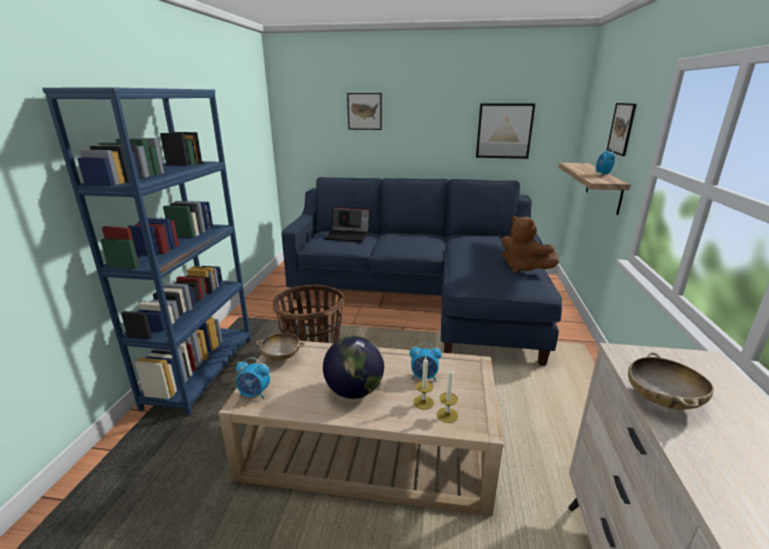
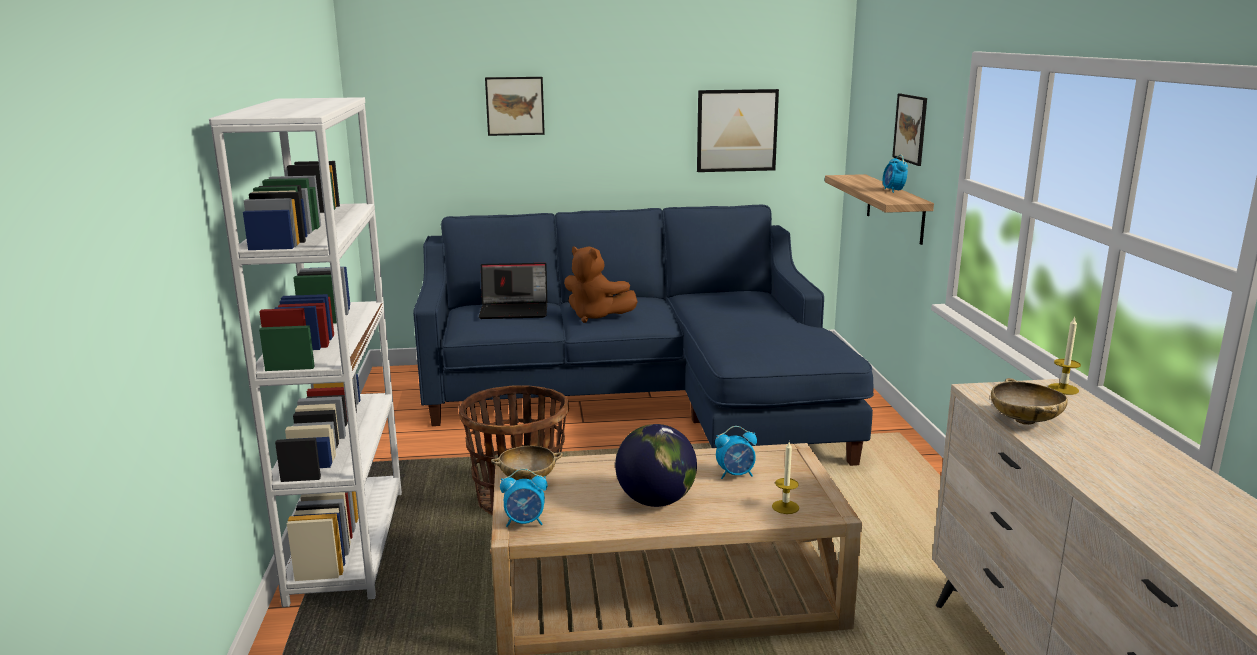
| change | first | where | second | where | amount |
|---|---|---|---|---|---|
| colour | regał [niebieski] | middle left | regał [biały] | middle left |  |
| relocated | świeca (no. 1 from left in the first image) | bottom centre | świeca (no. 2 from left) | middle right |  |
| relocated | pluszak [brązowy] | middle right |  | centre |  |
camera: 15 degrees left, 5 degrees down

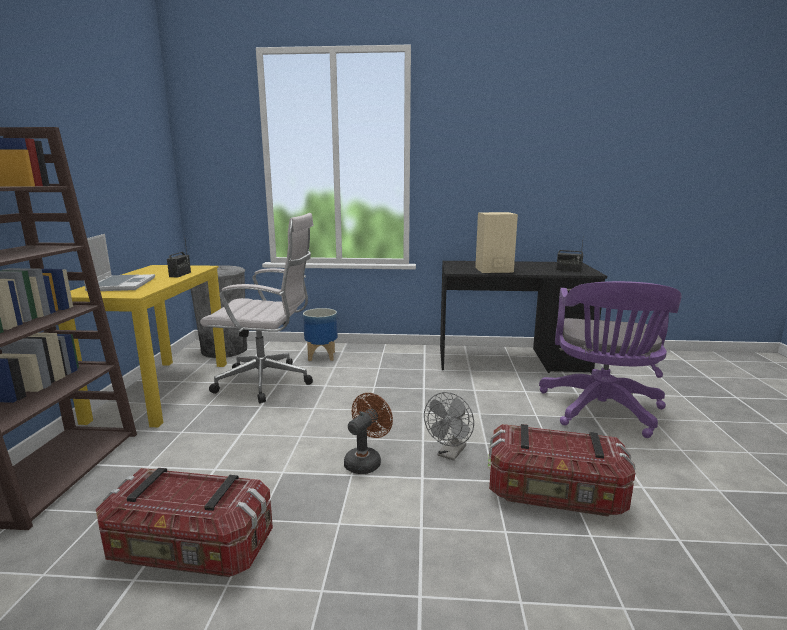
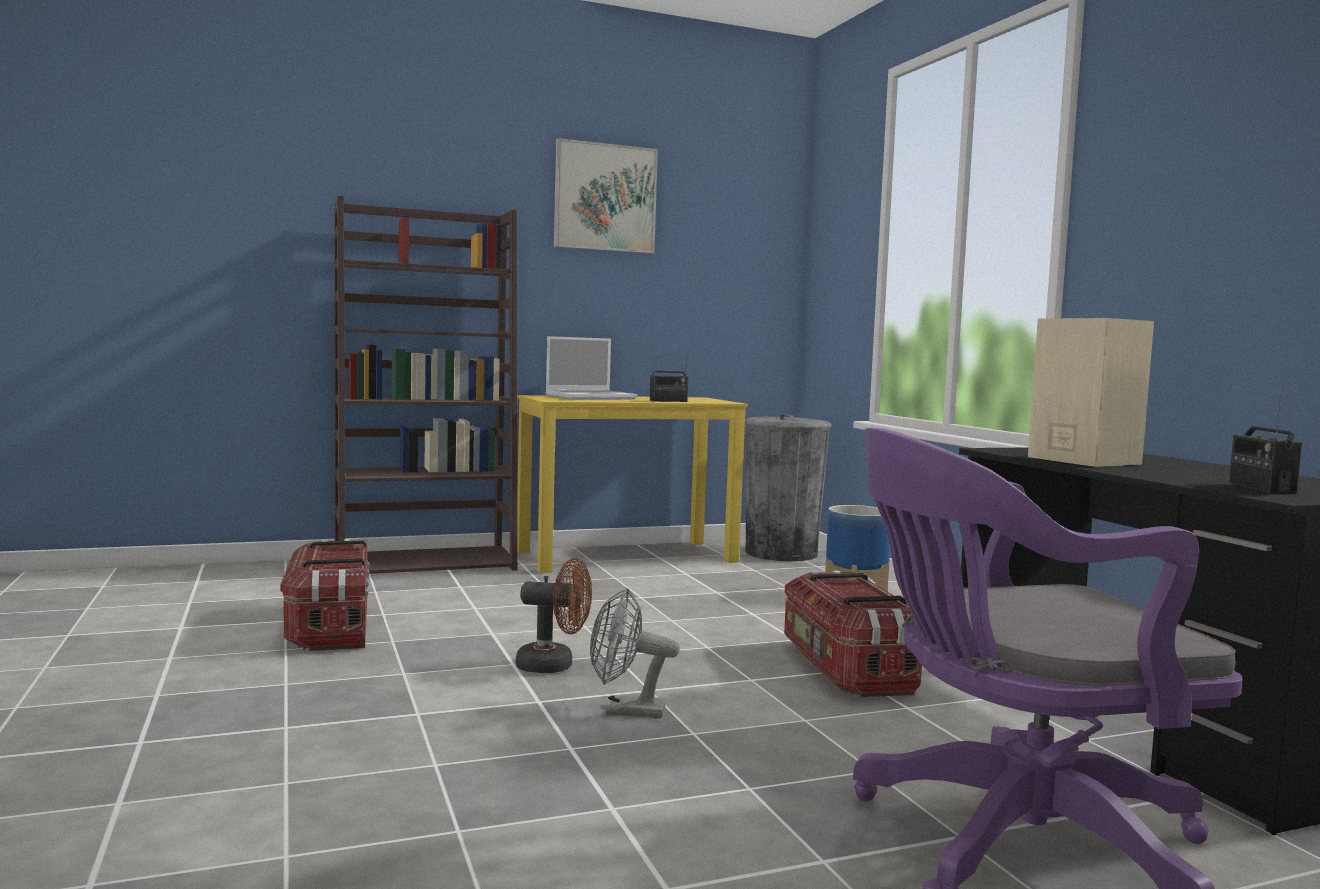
| change | first | where | second | where | amount |
|---|---|---|---|---|---|
| missing | krzesło biurowe [biały] | middle left |  |  |  |
| relocated | pojemnik do przechowywania (no. 2 from left) | bottom right |  | bottom centre |  |
| appeared |  |  | obraz | top centre |  |
camera: 65 degrees right, 10 degrees down

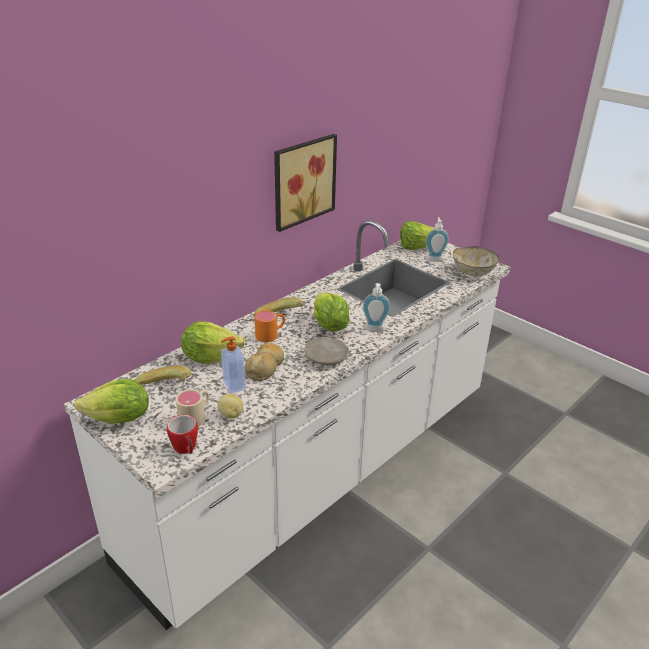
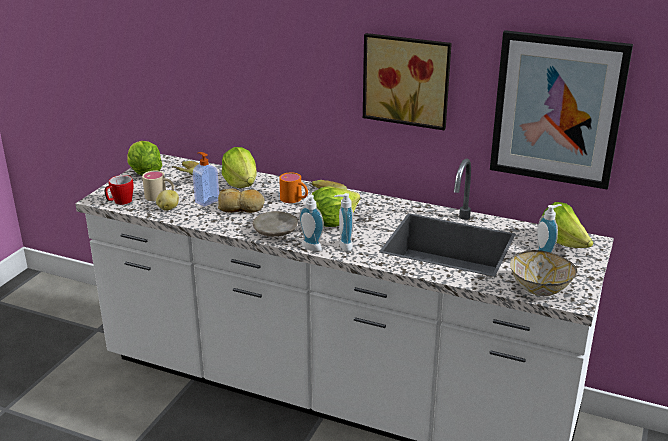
| change | first | where | second | where | amount |
|---|---|---|---|---|---|
| appeared |  |  | dozownik mydła (no. 2 from left) | centre |  |
| appeared |  |  | obraz (no. 2 from left) | top right |  |
camera: 70 degrees right, 5 degrees down

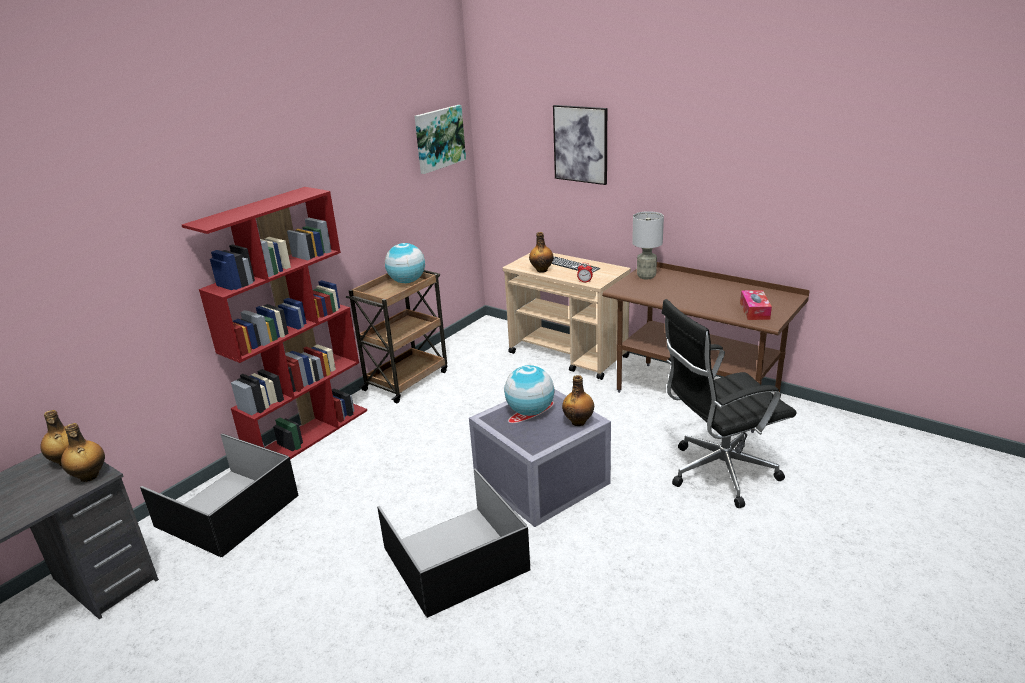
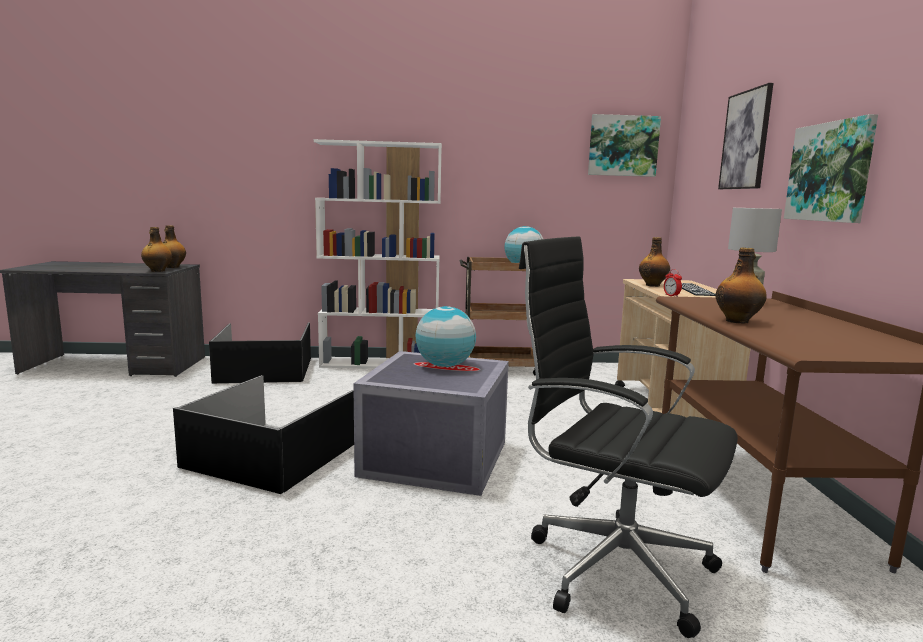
| change | first | where | second | where | amount |
|---|---|---|---|---|---|
| colour | regał [czerwony] | middle left | regał [biały] | centre |  |
| relocated | butelka (no. 4 from left) | centre |  | middle right |  |
| missing | pudełko chusteczek | middle right |  |  |  |
| appeared |  |  | obraz (no. 3 from left) | top right |  |
camera: 50 degrees right, 15 degrees down

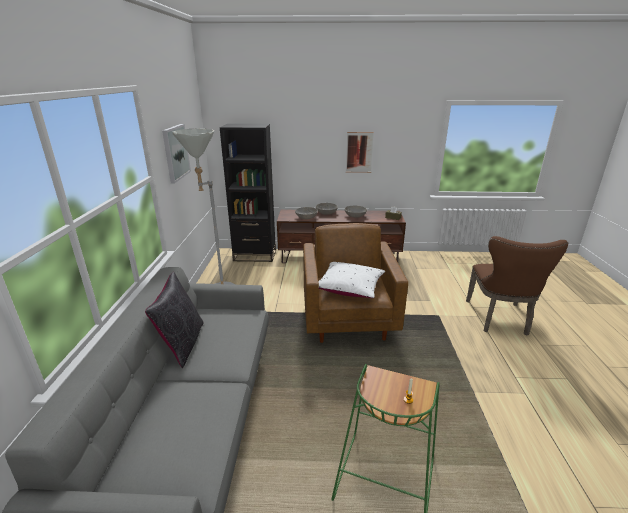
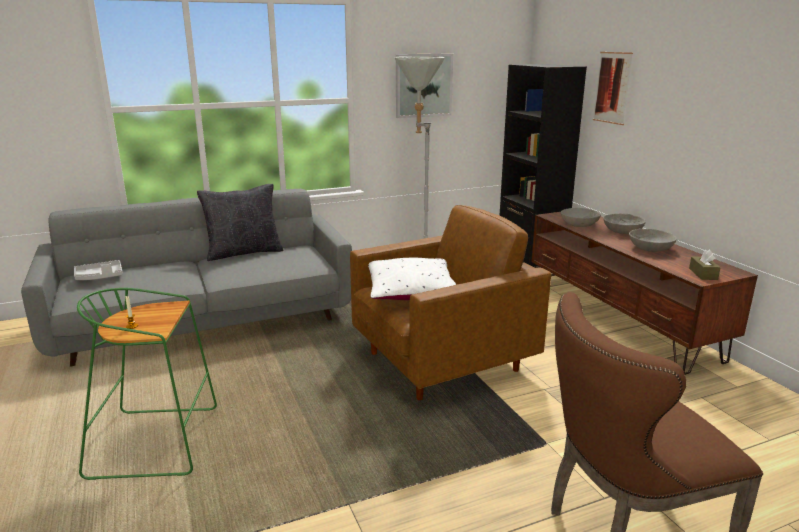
| change | first | where | second | where | amount |
|---|---|---|---|---|---|
| relocated | obraz (no. 2 from left) | top centre |  | top right |  |
| appeared |  |  | taca [szary] | middle left |  |
camera: 65 degrees right, 5 degrees down

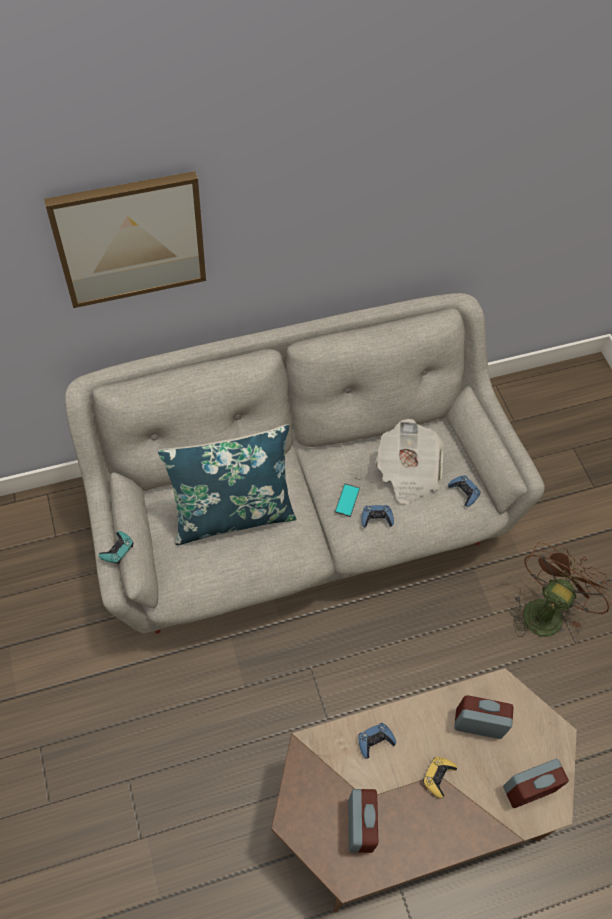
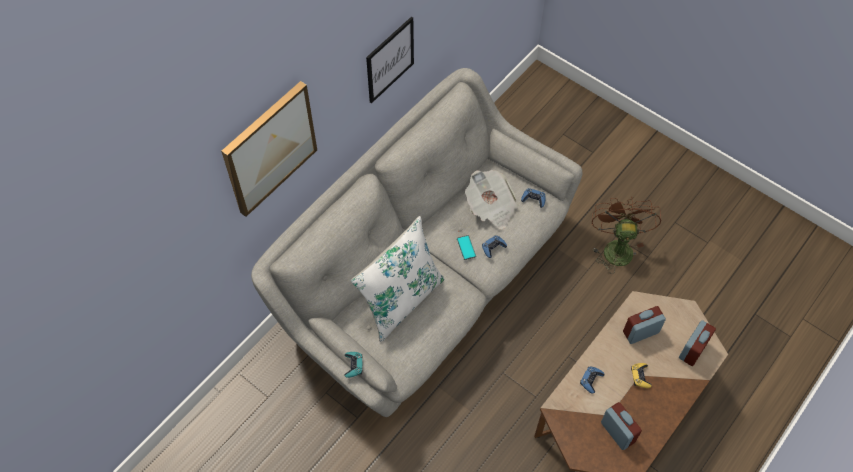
| change | first | where | second | where | amount |
|---|---|---|---|---|---|
| colour | poduszka [niebieski] | centre | poduszka [biały] | centre |  |
| appeared |  |  | obraz (no. 2 from left) | top centre |  |
camera: 30 degrees left, 0 degrees up

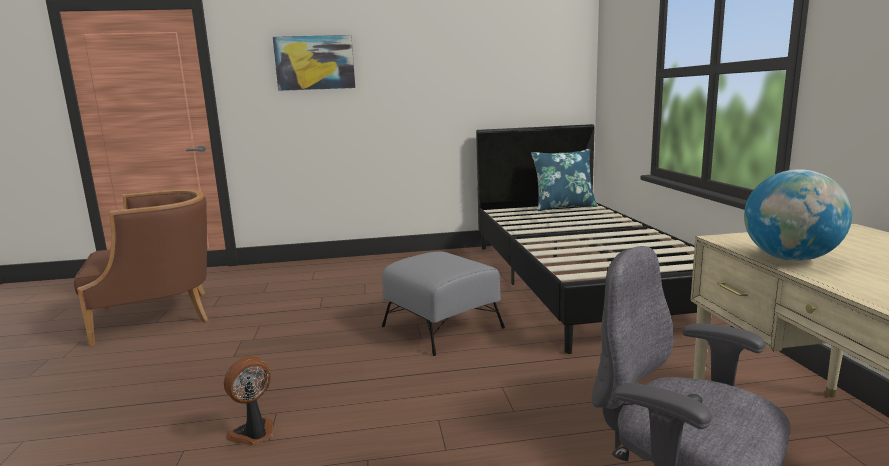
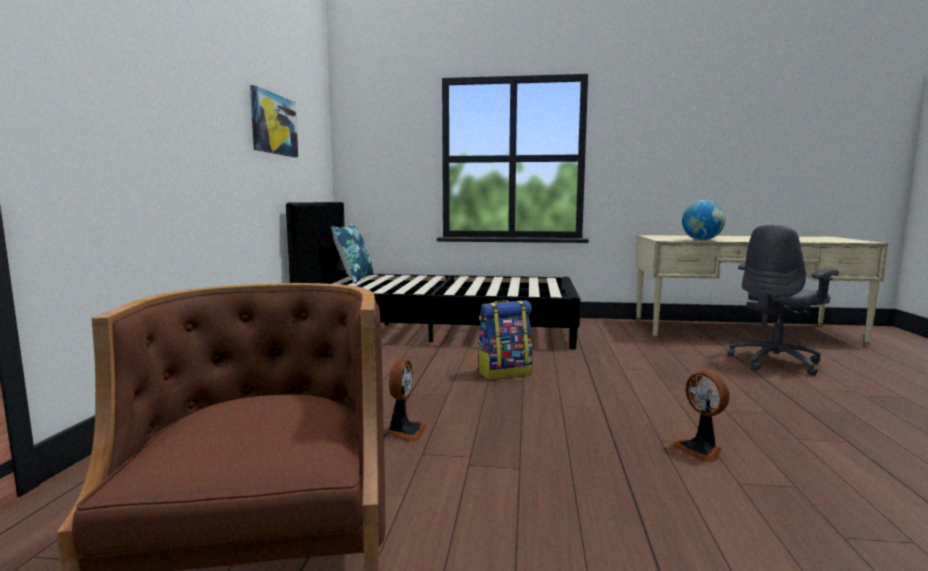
| change | first | where | second | where | amount |
|---|---|---|---|---|---|
| relocated | obraz | top centre |  | top left |  |
| exchanged | pufa [szary] | centre | plecak | centre |  |
| appeared |  |  | wentylator (no. 1 from left) | bottom centre |  |
camera: 75 degrees left, 5 degrees down

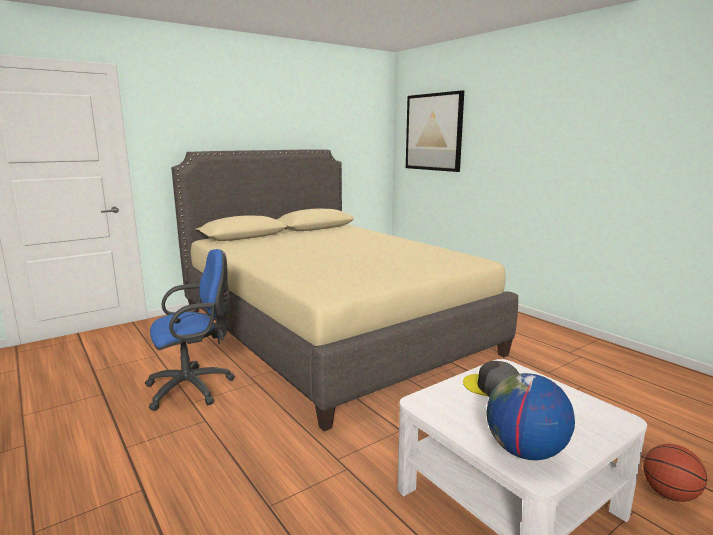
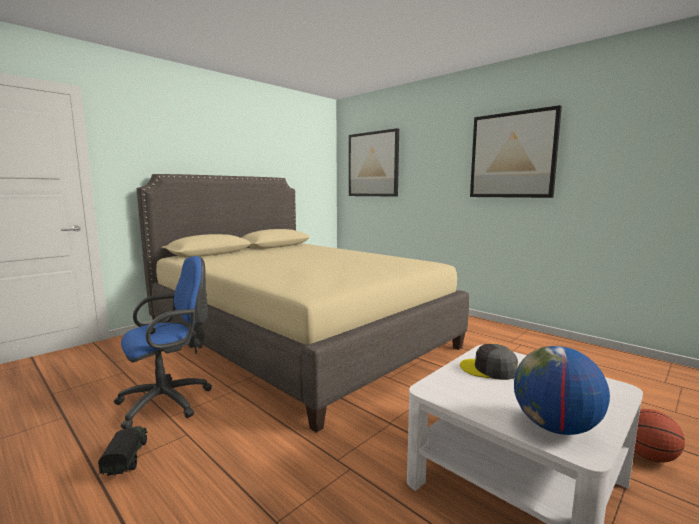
| change | first | where | second | where | amount |
|---|---|---|---|---|---|
| appeared |  |  | ciężarówka zabawkowa | bottom left |  |
| appeared |  |  | obraz (no. 2 from left) | top right |  |
camera: 10 degrees left, 5 degrees down

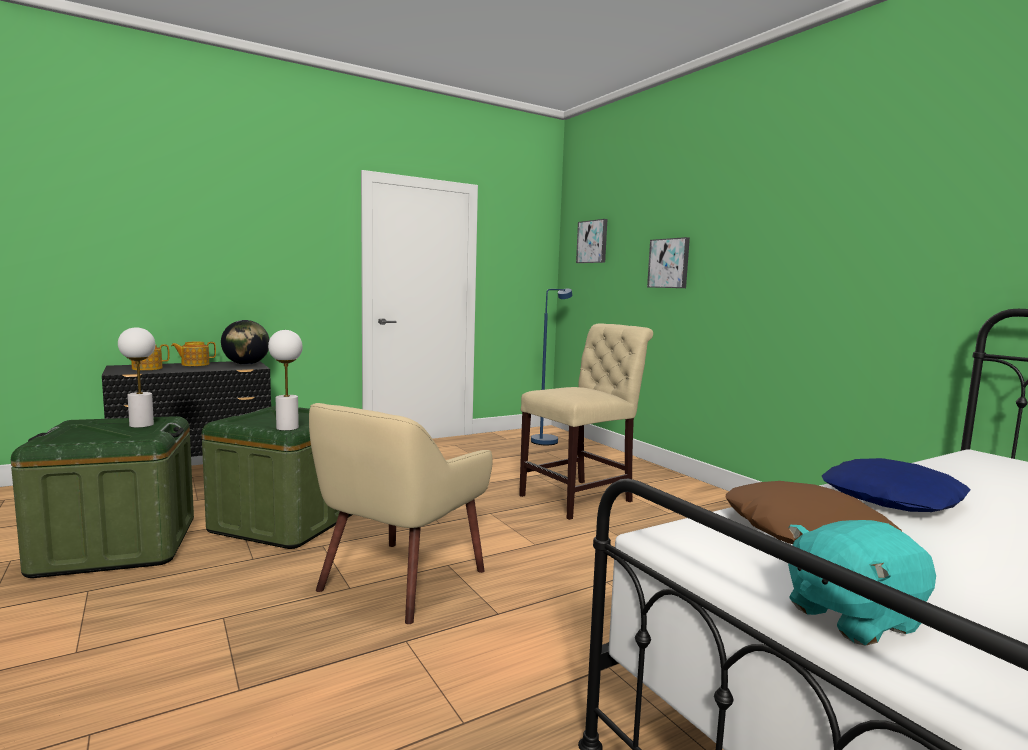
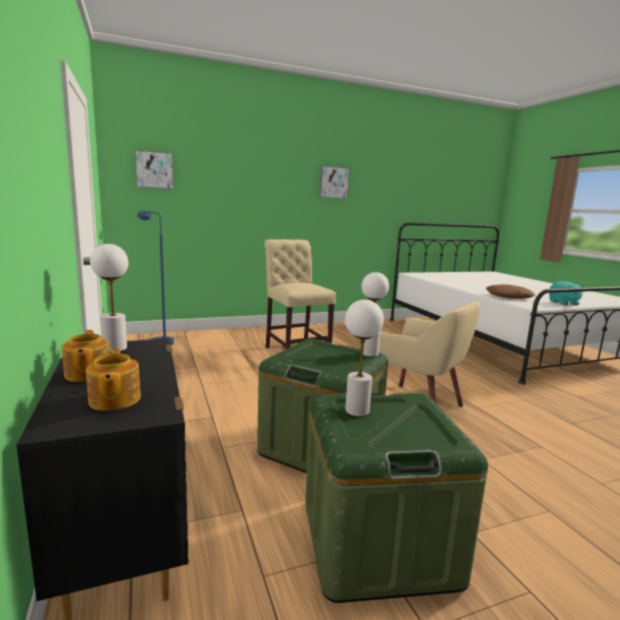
| change | first | where | second | where | amount |
|---|---|---|---|---|---|
| exchanged | globus | middle left | lampa stołowa [biały] (no. 1 from left) | middle left |  |
| relocated | obraz (no. 2 from left) | centre |  | top centre |  |
| missing | poduszka [niebieski] | middle right |  |  |  |
camera: 80 degrees left, 5 degrees up

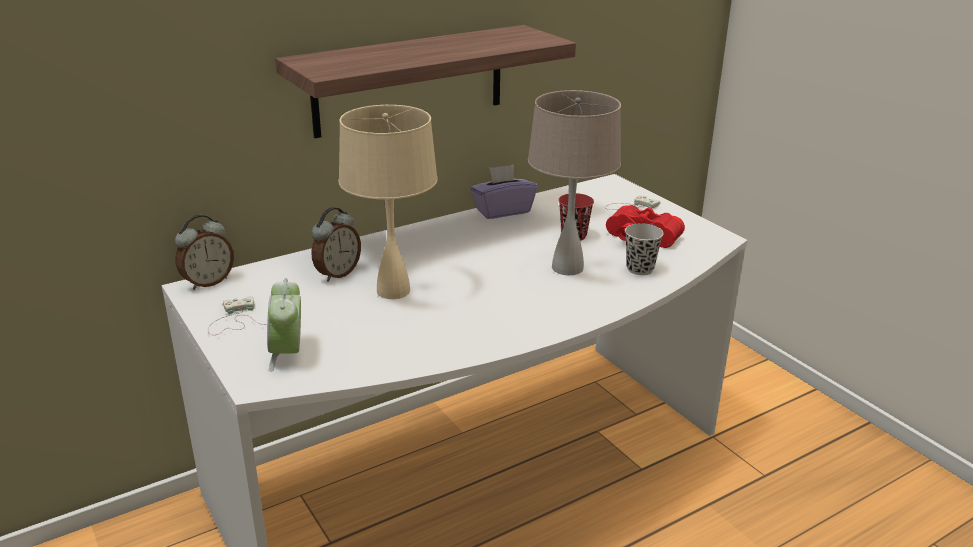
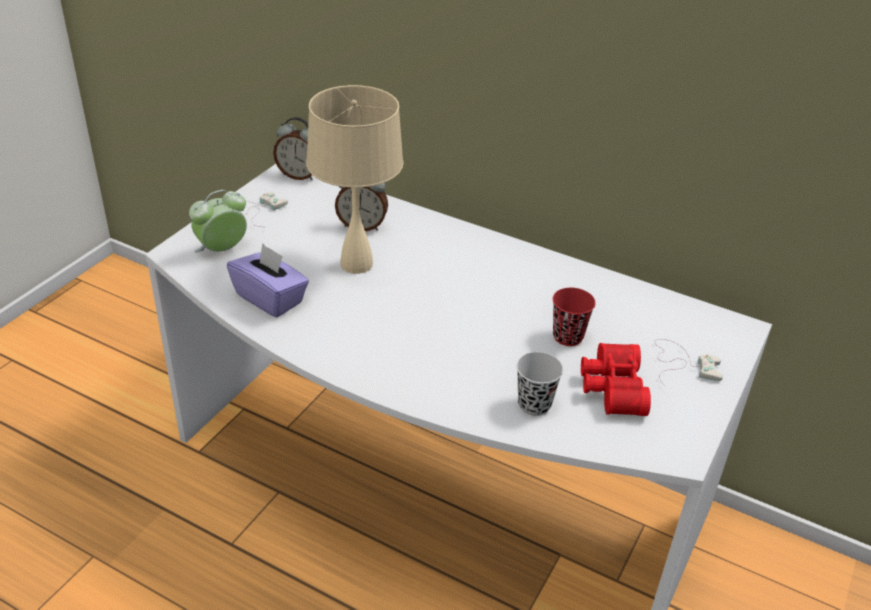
| change | first | where | second | where | amount |
|---|---|---|---|---|---|
| missing | półka | top centre |  |  |  |
| relocated | pudełko chusteczek [fioletowy] | centre |  | middle left |  |
| missing | lampa stołowa [beżowy] (no. 2 from left) | centre |  |  |  |
camera: 60 degrees right, 10 degrees up

